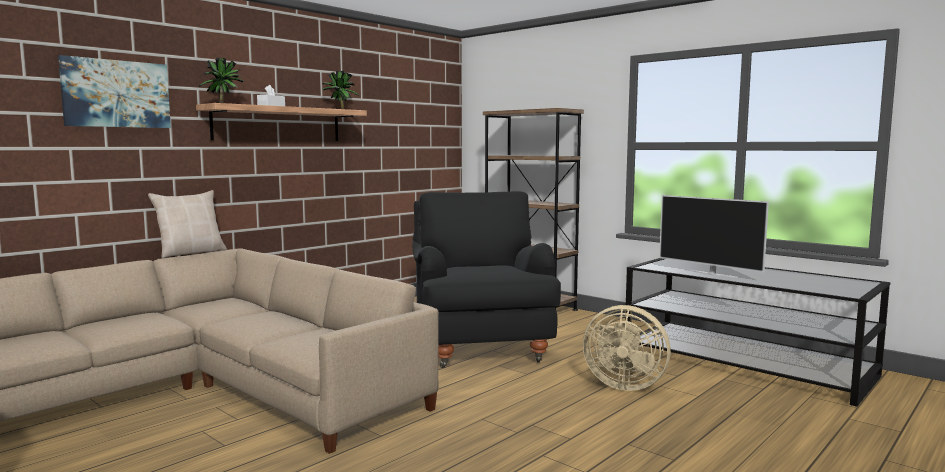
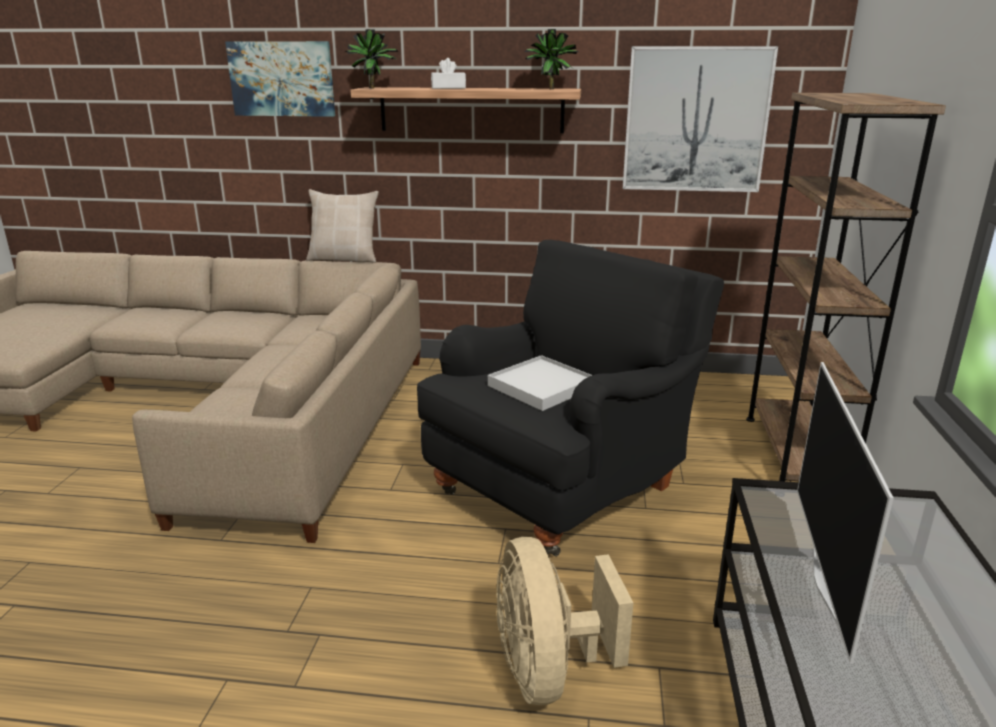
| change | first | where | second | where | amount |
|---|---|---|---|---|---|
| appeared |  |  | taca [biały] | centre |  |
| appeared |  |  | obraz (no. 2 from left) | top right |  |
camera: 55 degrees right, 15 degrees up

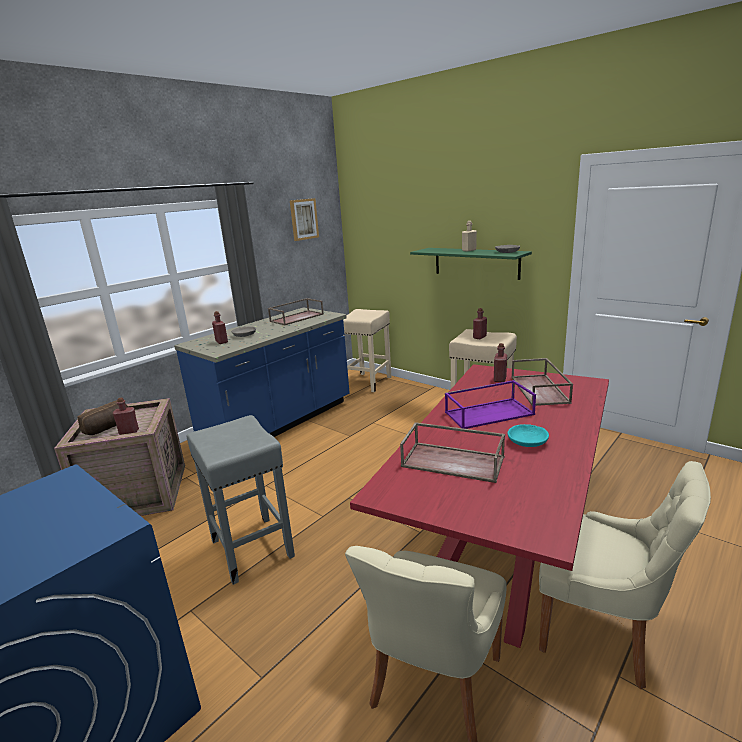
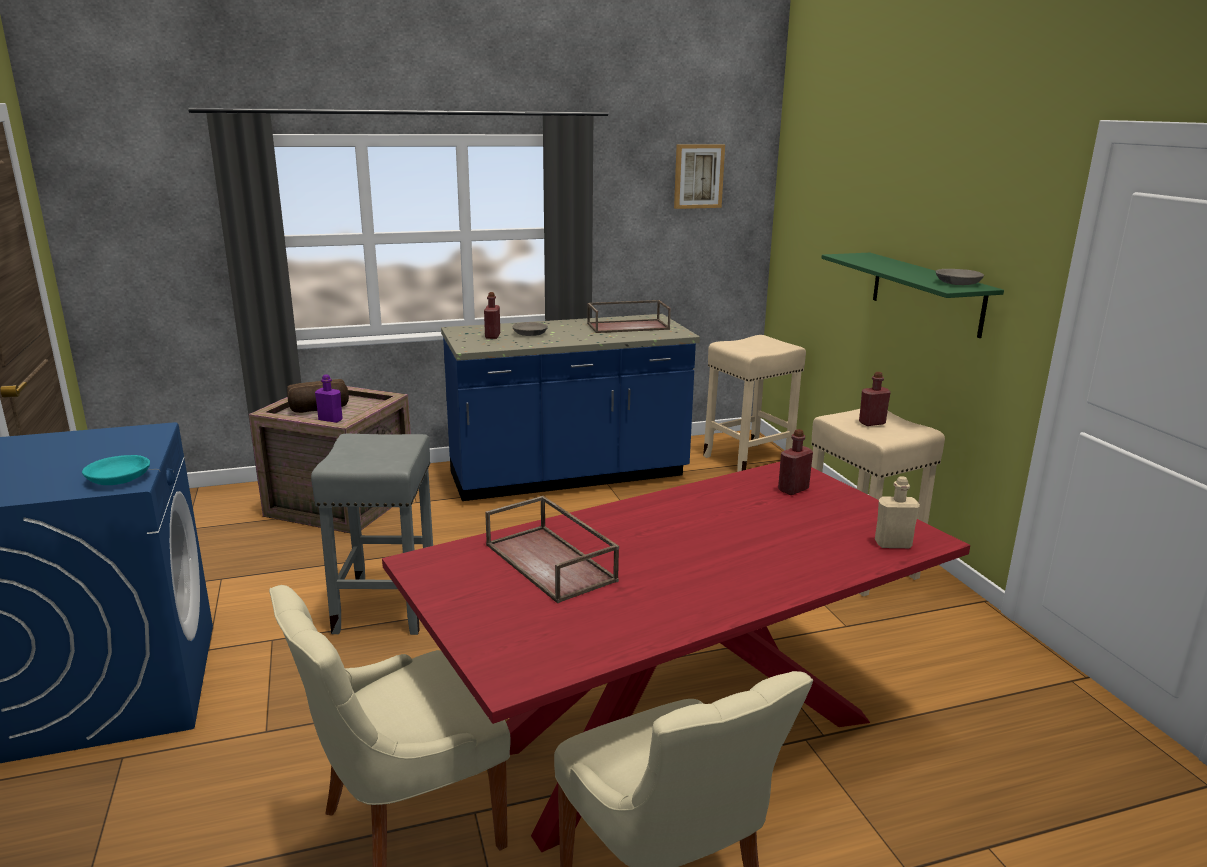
| change | first | where | second | where | amount |
|---|---|---|---|---|---|
| colour | butelka [czerwony] (no. 1 from left) | middle left | butelka [fioletowy] | middle left |  |
| missing | taca [fioletowy] | centre |  |  |  |
| relocated | butelka [beżowy] | top centre |  | middle right |  |
| relocated | miska [turkusowy] | middle right |  | middle left |  |
| missing | taca [brązowy] (no. 3 from left) | middle right |  |  |  |
camera: 30 degrees right, 0 degrees up

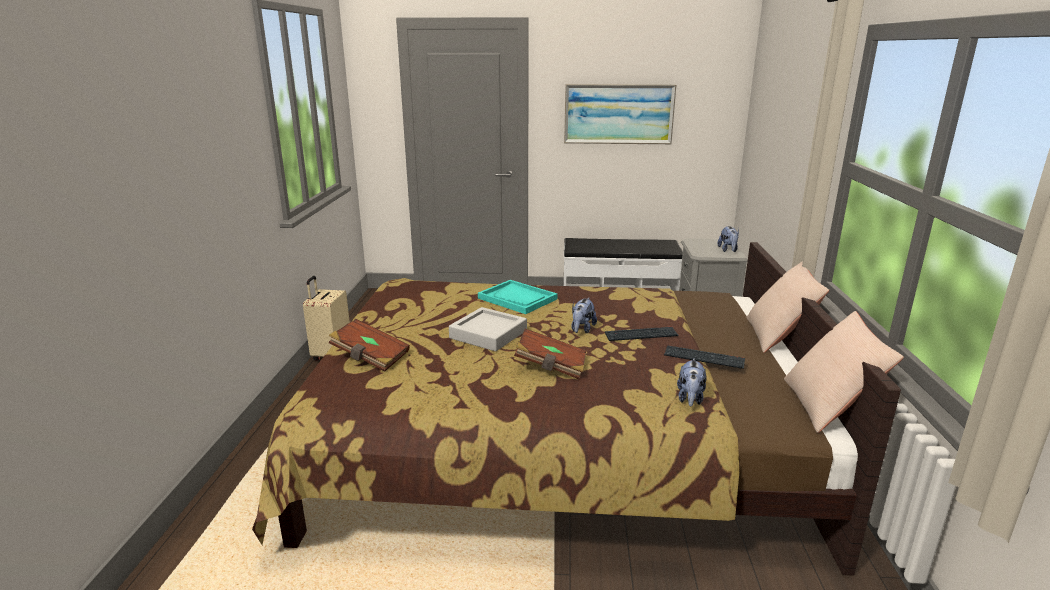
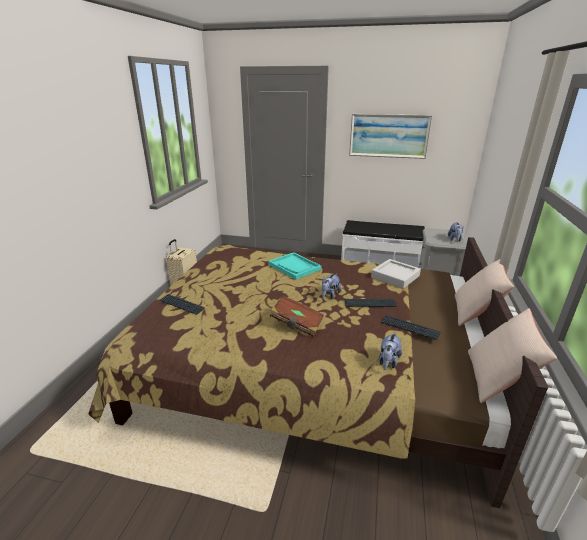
| change | first | where | second | where | amount |
|---|---|---|---|---|---|
| exchanged | książka [brązowy] (no. 1 from left) | centre | klawiatura (no. 1 from left) | middle left |  |
| relocated | taca [szary] | centre |  | middle right |  |
camera: 10 degrees right, 5 degrees up

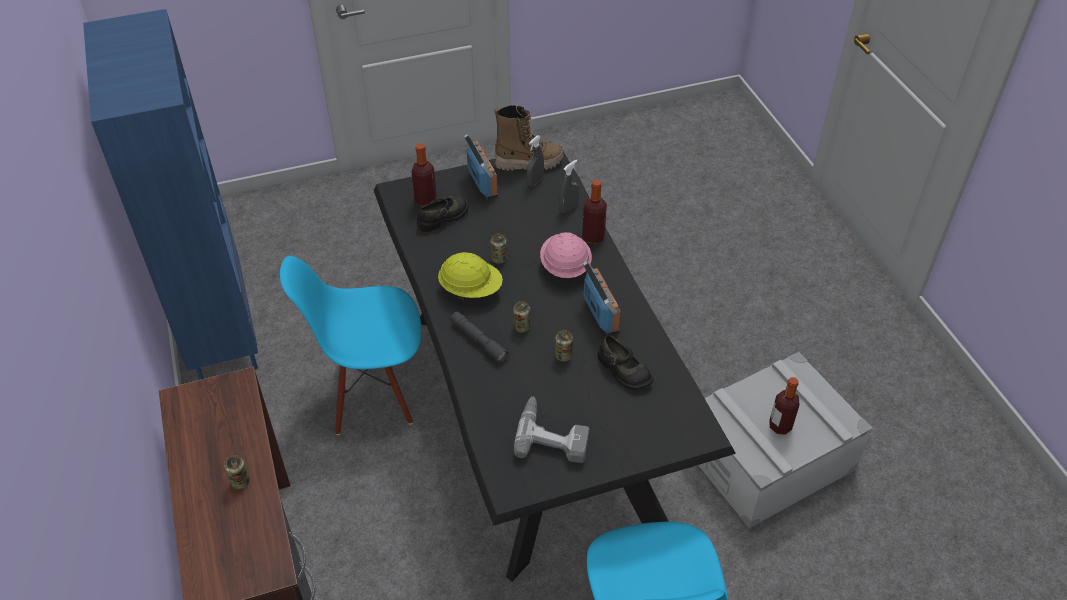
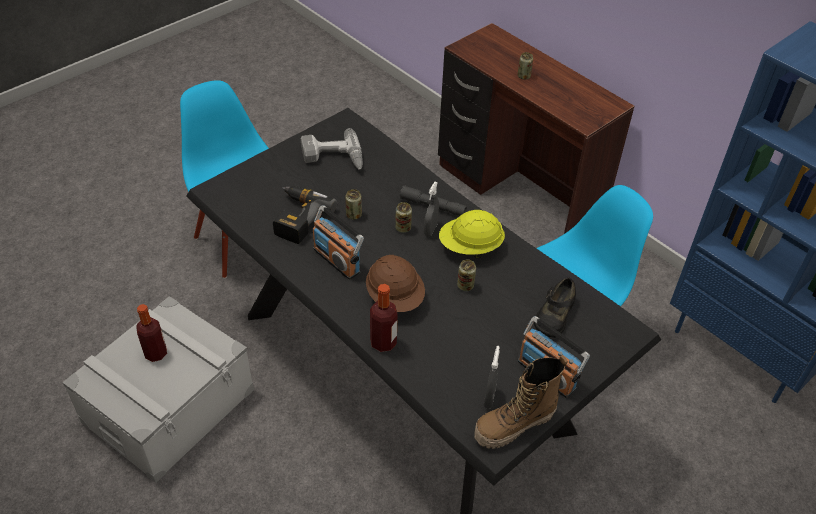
| change | first | where | second | where | amount |
|---|---|---|---|---|---|
| missing | butelka (no. 1 from left) | top centre |  |  |  |
| colour | kask [różowy] | centre | kask [brązowy] | centre |  |
| relocated | spryskiwacz [szary] (no. 2 from left in the first image) | top centre | spryskiwacz [szary] (no. 1 from left) | centre |  |
| exchanged | but [czarny] (no. 2 from left) | centre | wiertarka (no. 1 from left) | centre |  |
camera: 155 degrees right, 0 degrees up

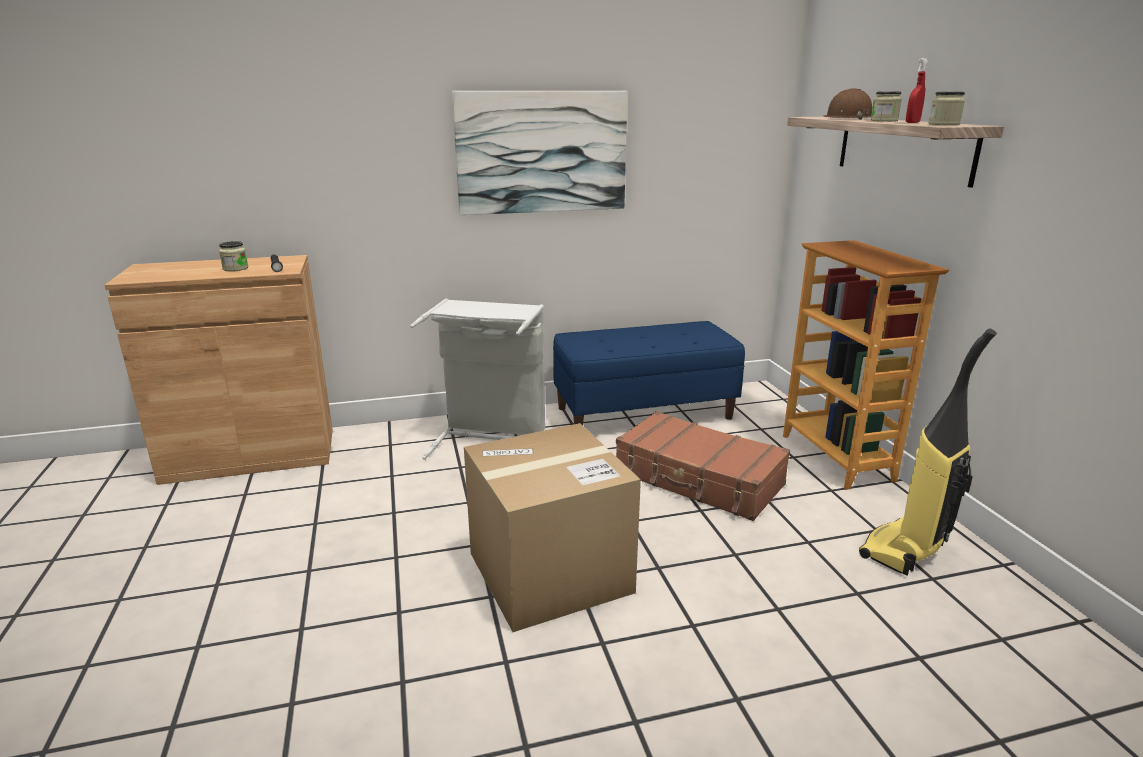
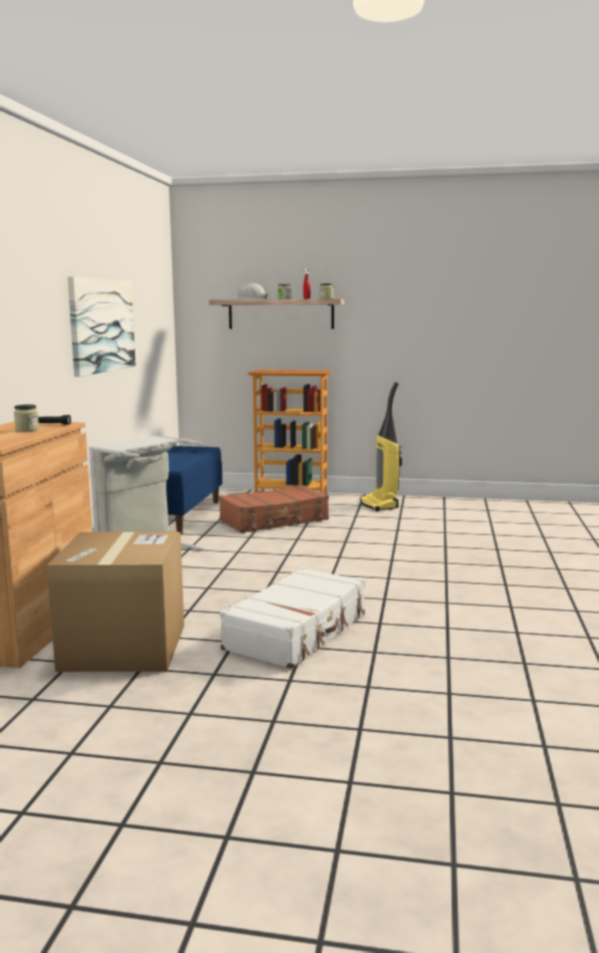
| change | first | where | second | where | amount |
|---|---|---|---|---|---|
| relocated | karton | bottom centre |  | middle left |  |
| colour | kask [brązowy] | top right | kask [biały] | top centre |  |
| appeared |  |  | walizka [biały] | centre |  |
camera: 65 degrees left, 10 degrees down

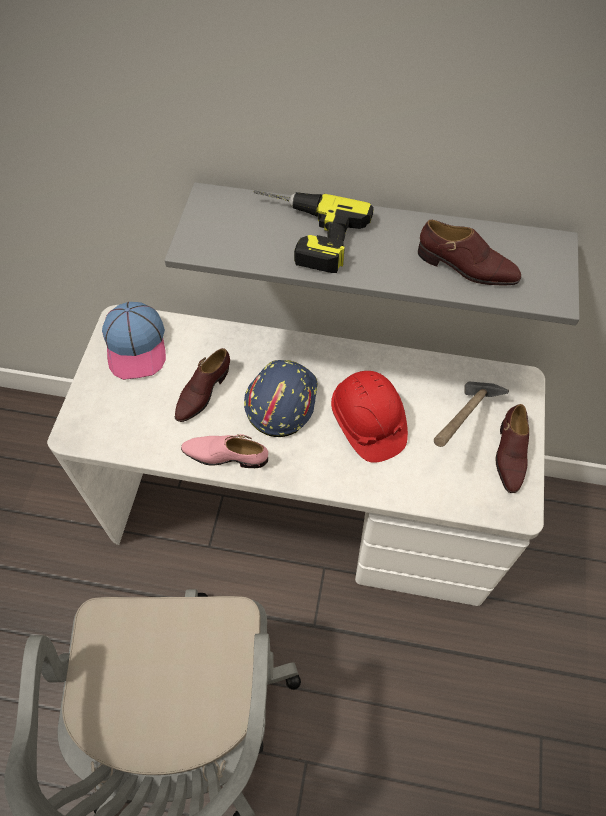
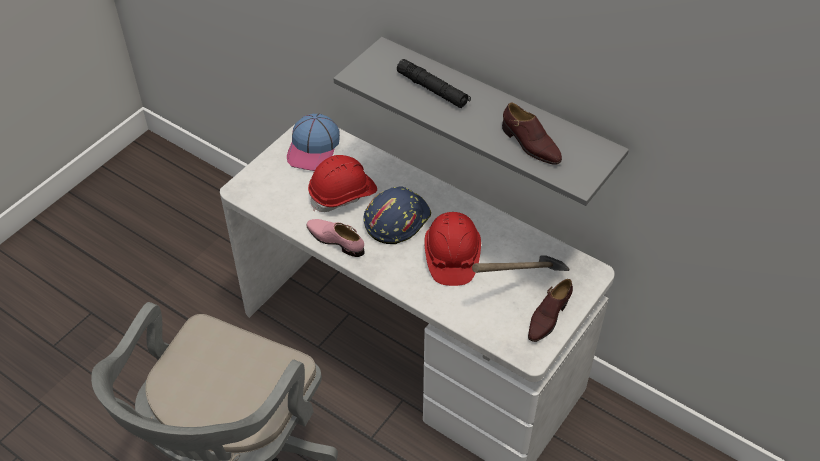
| change | first | where | second | where | amount |
|---|---|---|---|---|---|
| exchanged | but [brązowy] (no. 1 from left) | centre | kask [czerwony] (no. 1 from left) | centre |  |
| exchanged | wiertarka | top centre | latarka [czarny] | top centre |  |
camera: 25 degrees right, 10 degrees down

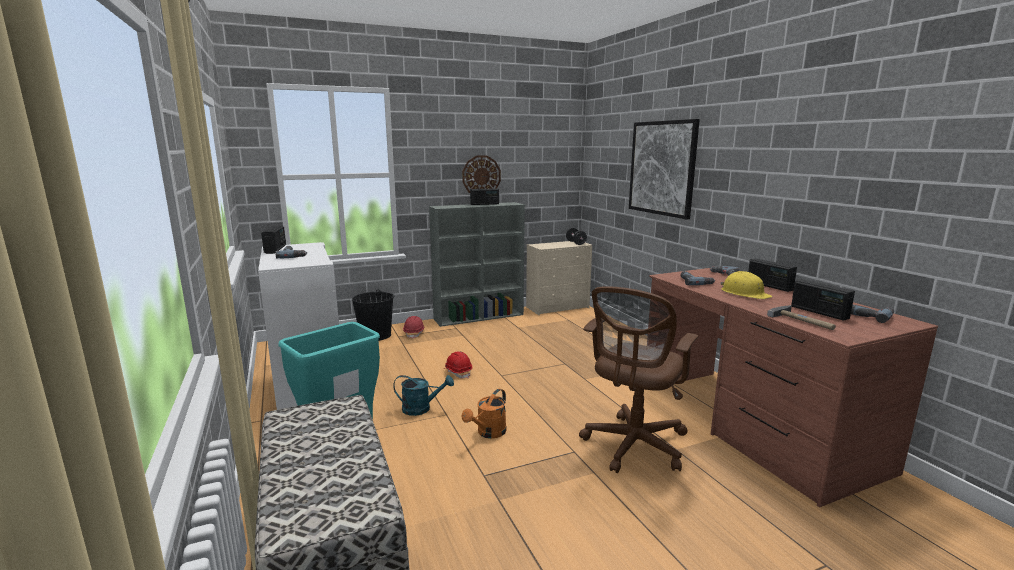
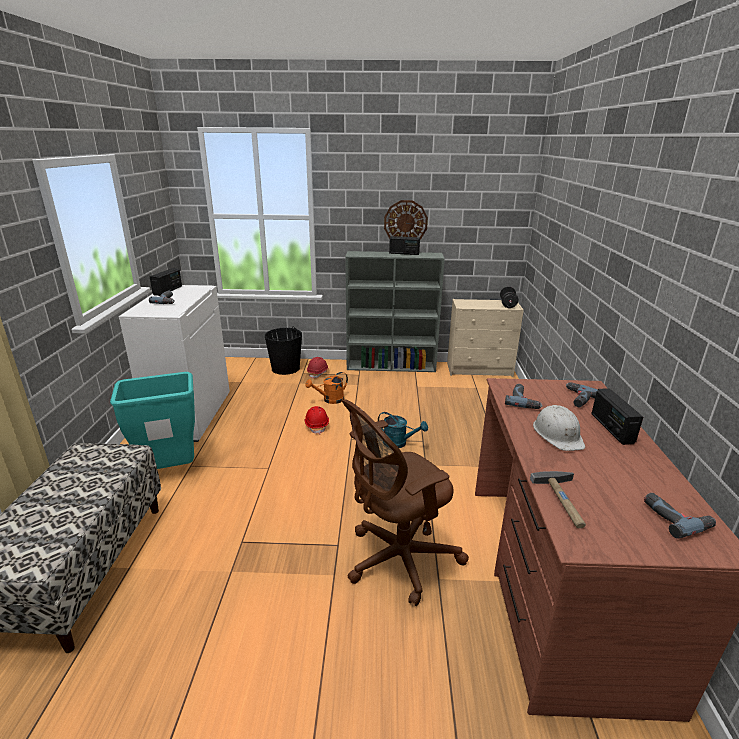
| change | first | where | second | where | amount |
|---|---|---|---|---|---|
| relocated | konewka [turkusowy] | bottom centre |  | centre |  |
| relocated | konewka [pomarańczowy] | bottom centre |  | centre |  |
| missing | obraz | top centre |  |  |  |
| colour | kask [żółty] | middle right | kask [biały] | middle right |  |
| missing | radio (no. 4 from left) | middle right |  |  |  |
camera: 25 degrees right, 10 degrees up

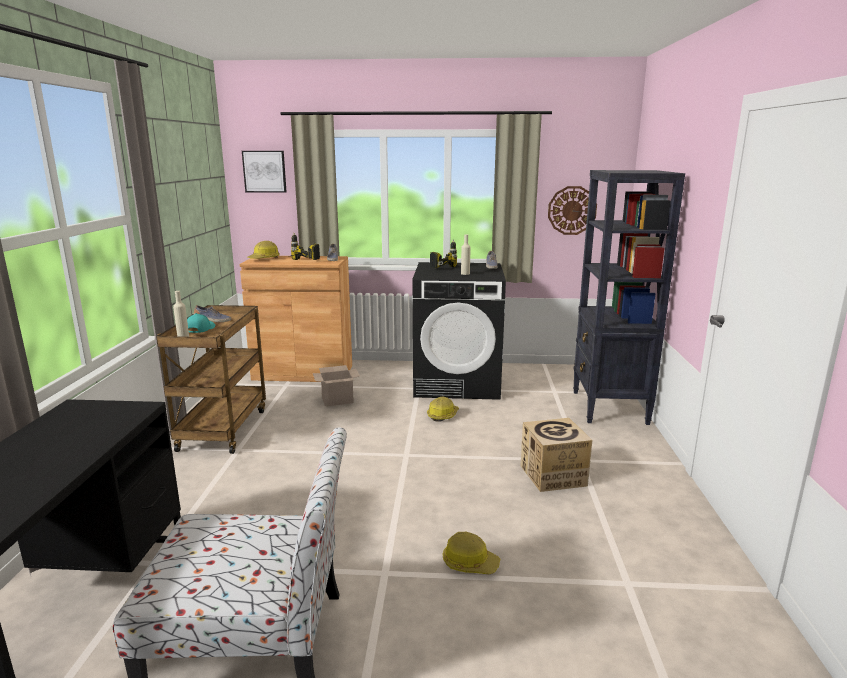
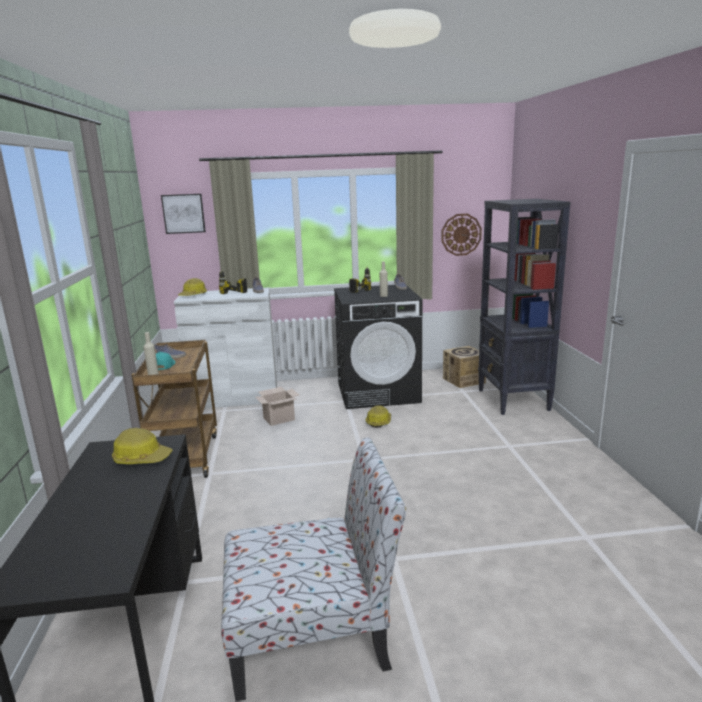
| change | first | where | second | where | amount |
|---|---|---|---|---|---|
| colour | szafka [brązowy] | centre | szafka [biały] | middle left |  |
| relocated | kask (no. 3 from left in the first image) | bottom centre | kask (no. 1 from left) | middle left |  |
| relocated | karton (no. 2 from left) | bottom centre |  | centre |  |
camera: 10 degrees left, 0 degrees up

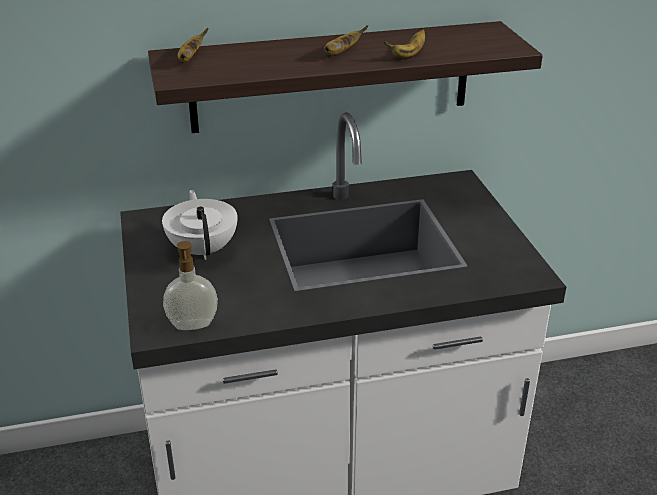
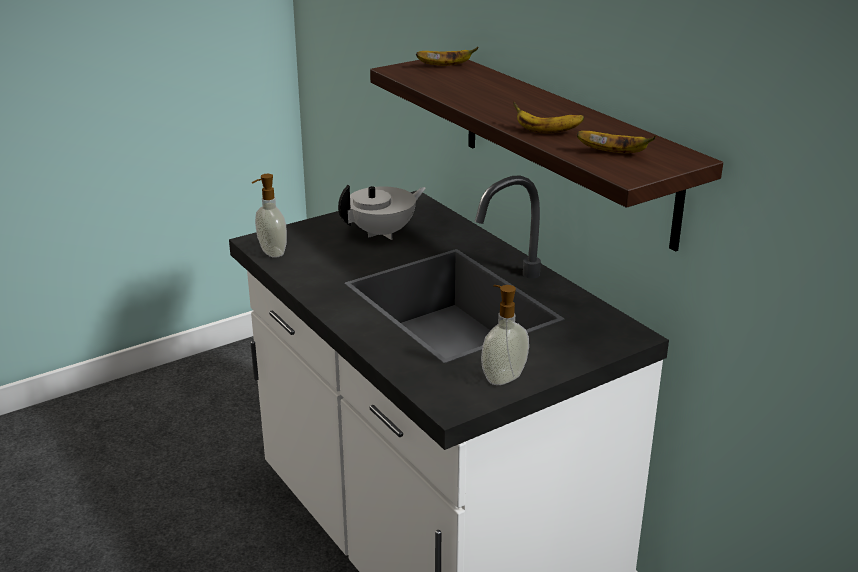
| change | first | where | second | where | amount |
|---|---|---|---|---|---|
| relocated | banan (no. 2 from left in the first image) | top centre | banan (no. 3 from left) | top right |  |
| appeared |  |  | dozownik mydła (no. 2 from left) | centre |  |
camera: 70 degrees right, 5 degrees down

